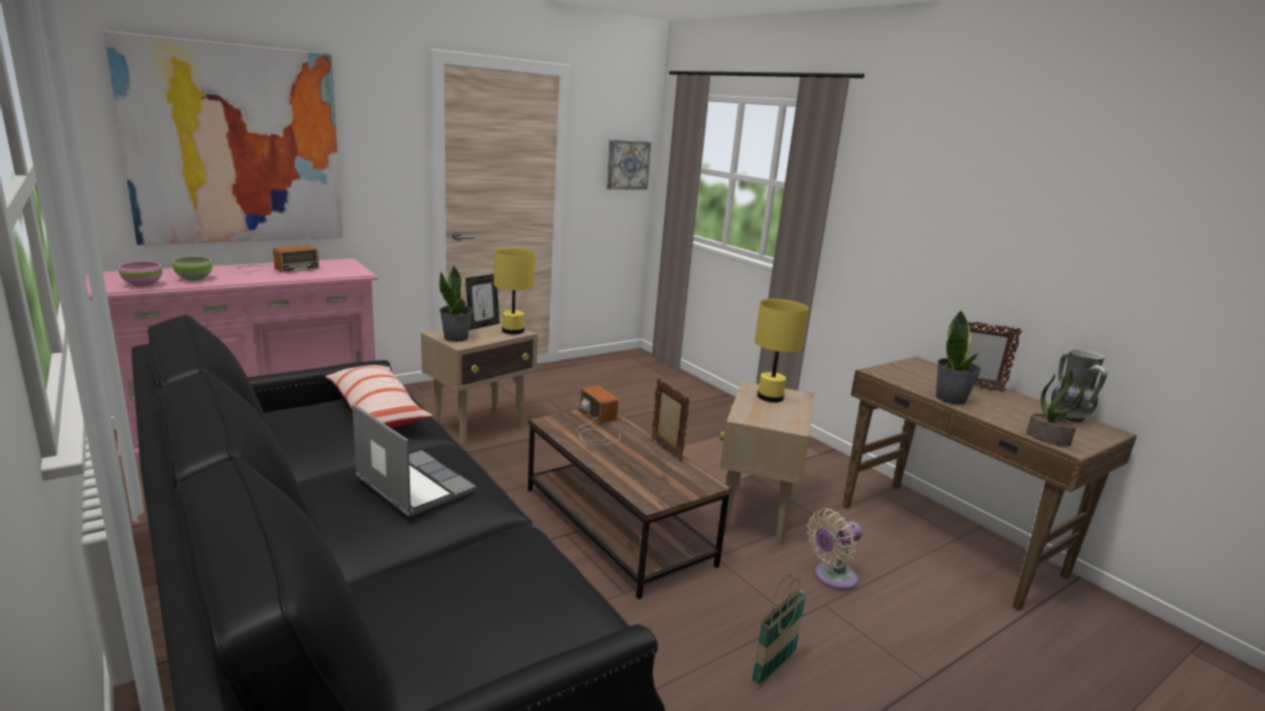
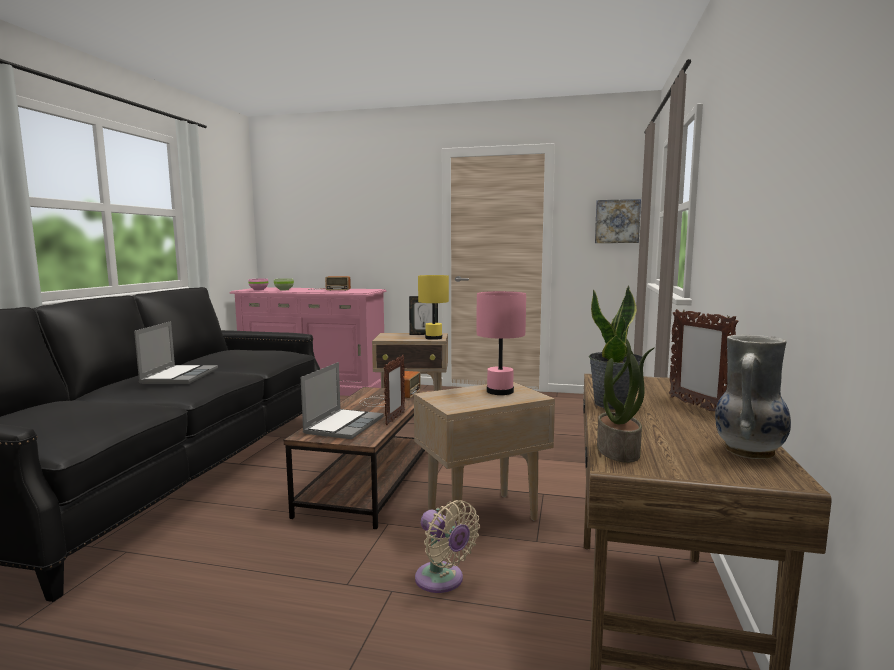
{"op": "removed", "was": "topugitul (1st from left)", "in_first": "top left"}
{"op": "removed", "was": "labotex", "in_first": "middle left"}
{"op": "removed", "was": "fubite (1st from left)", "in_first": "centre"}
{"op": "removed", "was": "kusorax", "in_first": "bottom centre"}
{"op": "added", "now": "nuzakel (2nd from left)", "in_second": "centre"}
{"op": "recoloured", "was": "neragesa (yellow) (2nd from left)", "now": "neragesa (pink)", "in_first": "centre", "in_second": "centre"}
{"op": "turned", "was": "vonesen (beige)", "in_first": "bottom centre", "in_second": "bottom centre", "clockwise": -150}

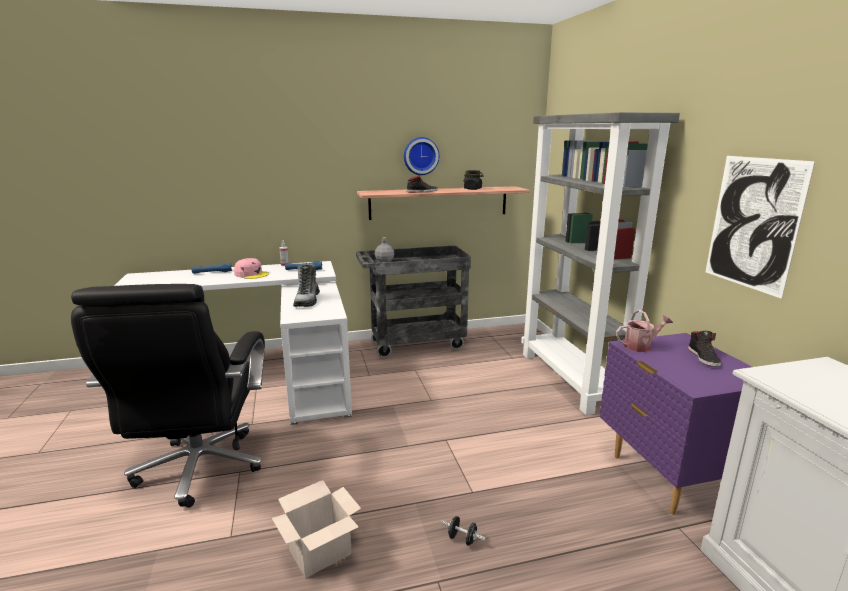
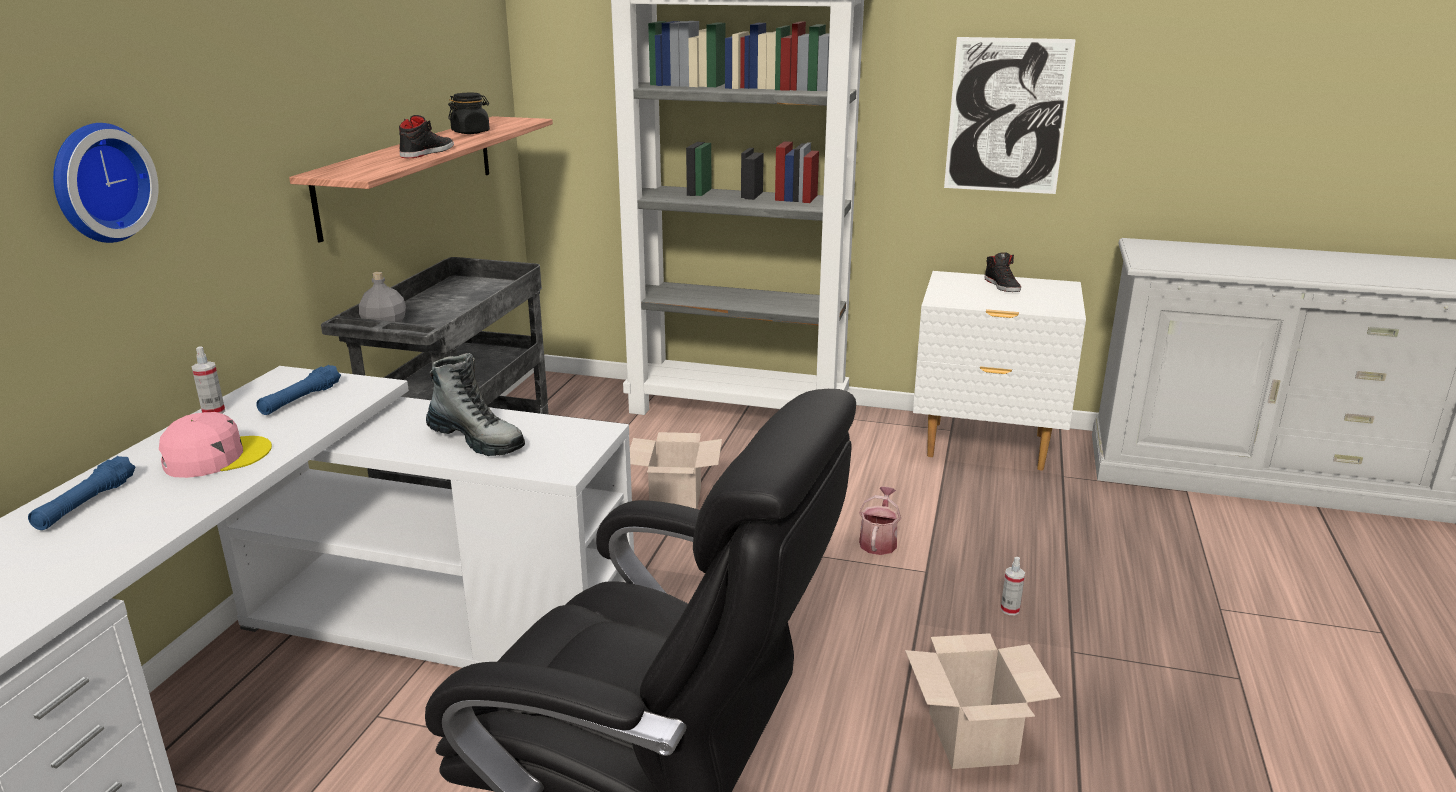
{"op": "added", "now": "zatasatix (1st from left)", "in_second": "centre"}
{"op": "moved", "was": "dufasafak", "in_first": "top centre", "in_second": "top left"}
{"op": "moved", "was": "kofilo", "in_first": "middle right", "in_second": "centre"}
{"op": "replaced", "was": "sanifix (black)", "now": "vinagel (2nd from left)", "in_first": "bottom centre", "in_second": "bottom right"}
{"op": "recoloured", "was": "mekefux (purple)", "now": "mekefux (white)", "in_first": "bottom right", "in_second": "middle right"}
{"op": "turned", "was": "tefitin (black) (2nd from left)", "in_first": "middle right", "in_second": "middle right", "clockwise": 45}

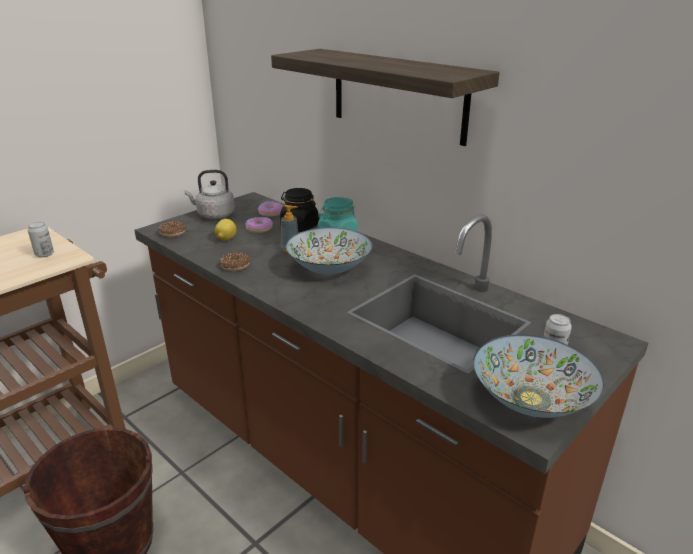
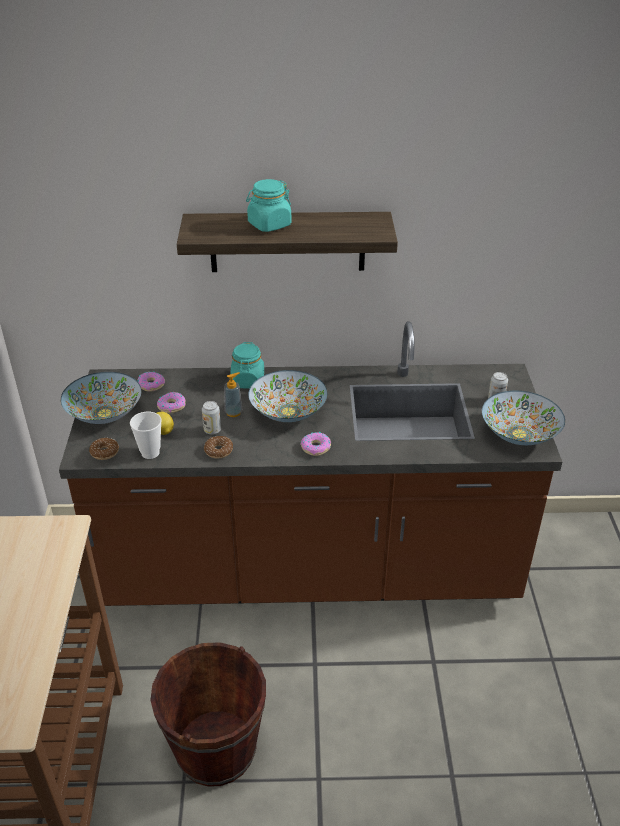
{"op": "removed", "was": "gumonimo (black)", "in_first": "centre"}
{"op": "added", "now": "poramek", "in_second": "middle left"}
{"op": "added", "now": "gumonimo (turquoise) (2nd from left)", "in_second": "top centre"}
{"op": "added", "now": "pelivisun (5th from left)", "in_second": "centre"}
{"op": "moved", "was": "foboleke (1st from left)", "in_first": "middle left", "in_second": "centre"}
{"op": "replaced", "was": "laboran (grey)", "now": "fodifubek (1st from left)", "in_first": "middle left", "in_second": "middle left"}

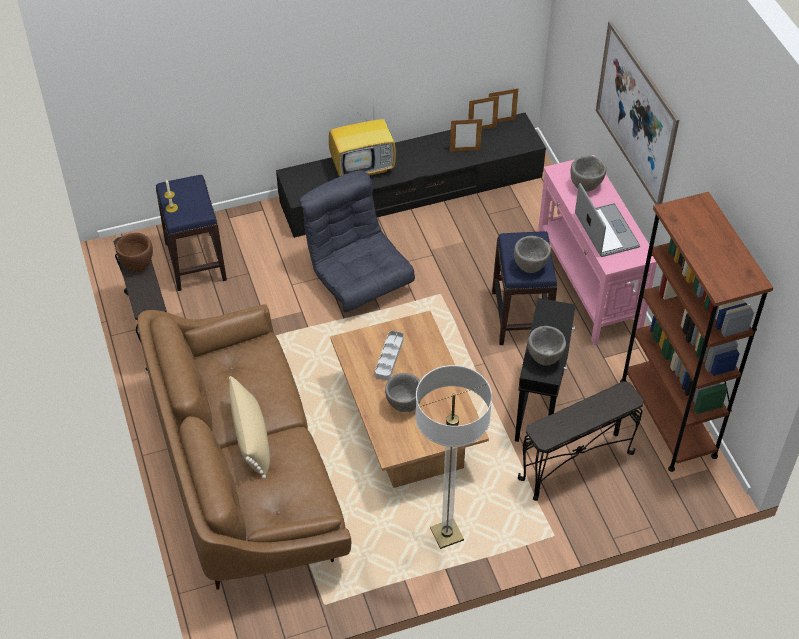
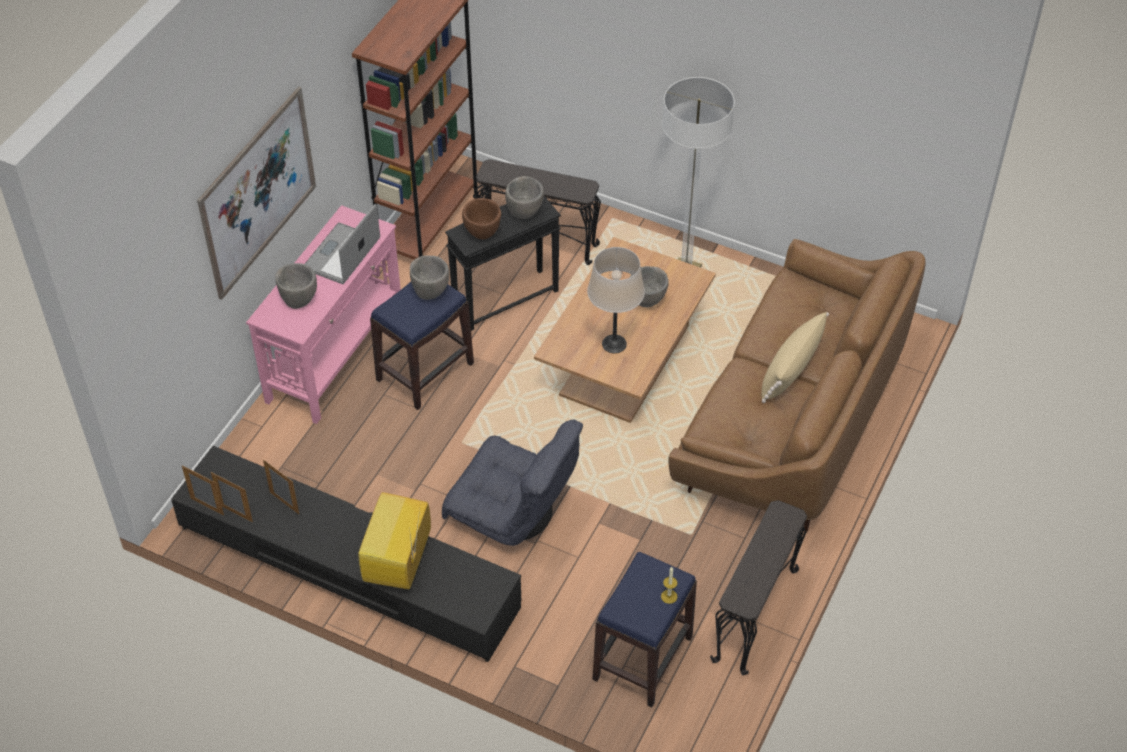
{"op": "moved", "was": "fodifubek (brown)", "in_first": "middle left", "in_second": "top centre"}
{"op": "replaced", "was": "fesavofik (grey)", "now": "neragesa (beige)", "in_first": "centre", "in_second": "centre"}
{"op": "turned", "was": "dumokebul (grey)", "in_first": "centre", "in_second": "centre", "clockwise": -75}
{"op": "turned", "was": "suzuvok", "in_first": "top centre", "in_second": "bottom centre", "clockwise": -105}

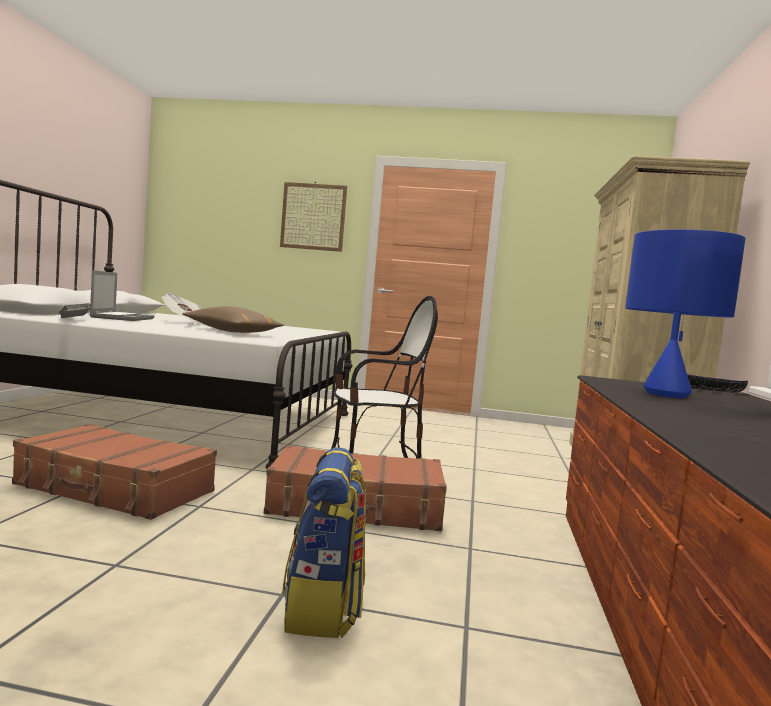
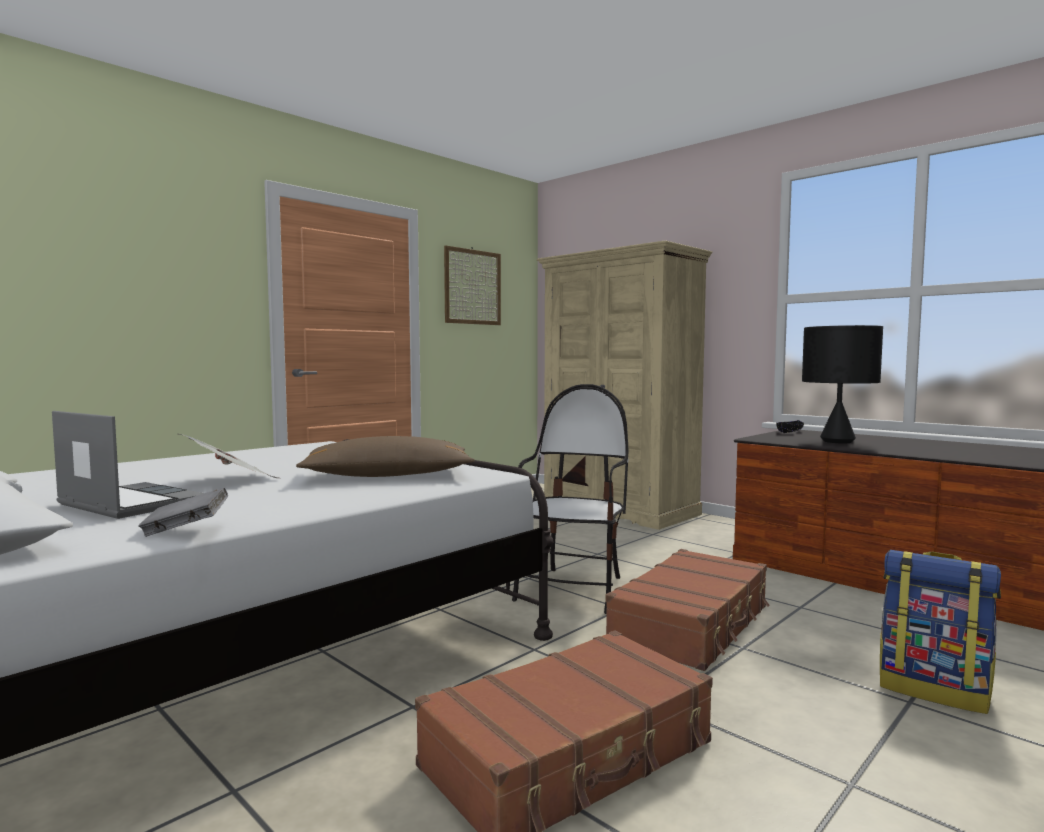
{"op": "moved", "was": "topugitul", "in_first": "top centre", "in_second": "centre"}
{"op": "recoloured", "was": "neragesa (blue)", "now": "neragesa (black)", "in_first": "middle right", "in_second": "middle right"}

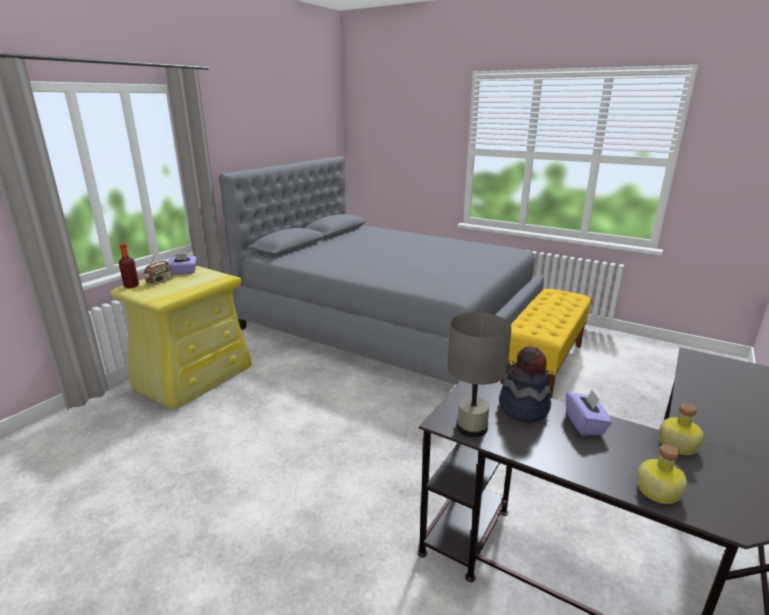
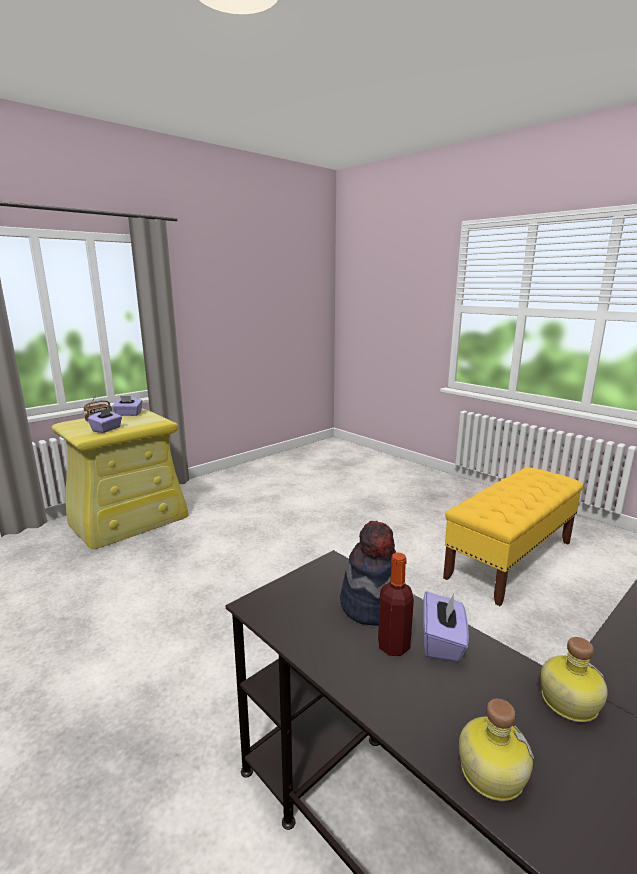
{"op": "removed", "was": "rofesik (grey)", "in_first": "centre"}
{"op": "removed", "was": "neragesa (grey)", "in_first": "centre"}
{"op": "added", "now": "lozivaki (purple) (1st from left)", "in_second": "middle left"}
{"op": "moved", "was": "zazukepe (1st from left)", "in_first": "middle left", "in_second": "bottom centre"}

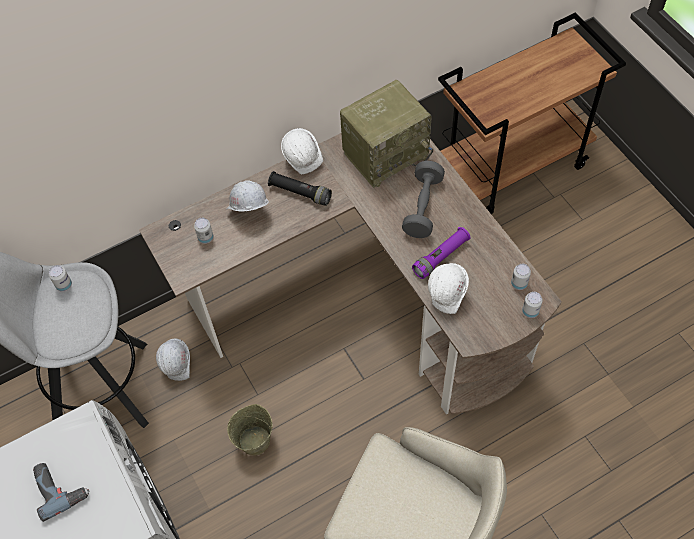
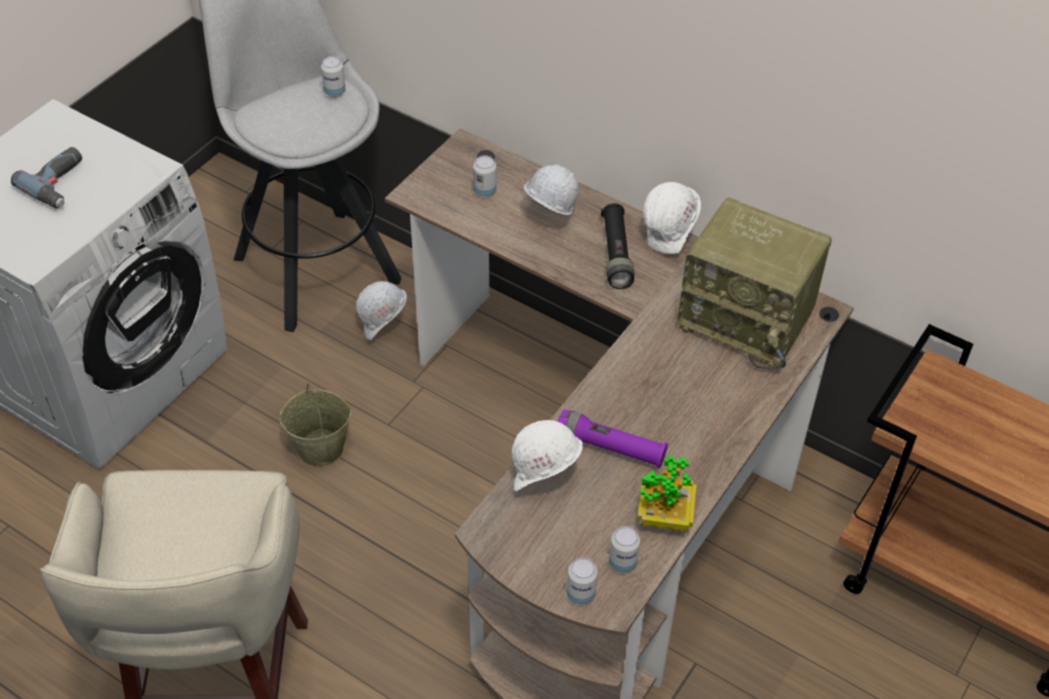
{"op": "removed", "was": "sanifix (grey)", "in_first": "centre"}
{"op": "added", "now": "fubite", "in_second": "bottom centre"}

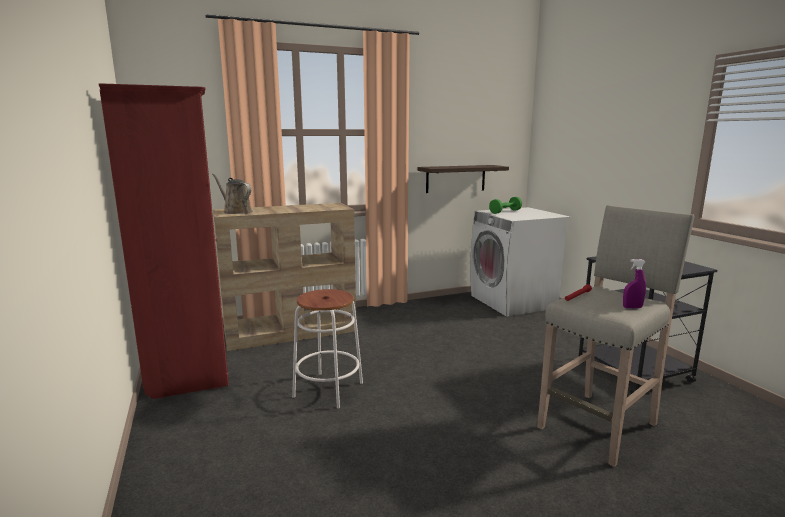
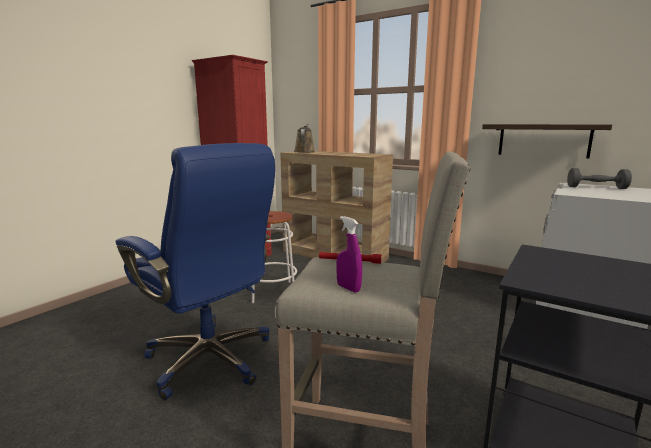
{"op": "added", "now": "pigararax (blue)", "in_second": "middle left"}
{"op": "recoloured", "was": "sanifix (green)", "now": "sanifix (grey)", "in_first": "centre", "in_second": "middle right"}

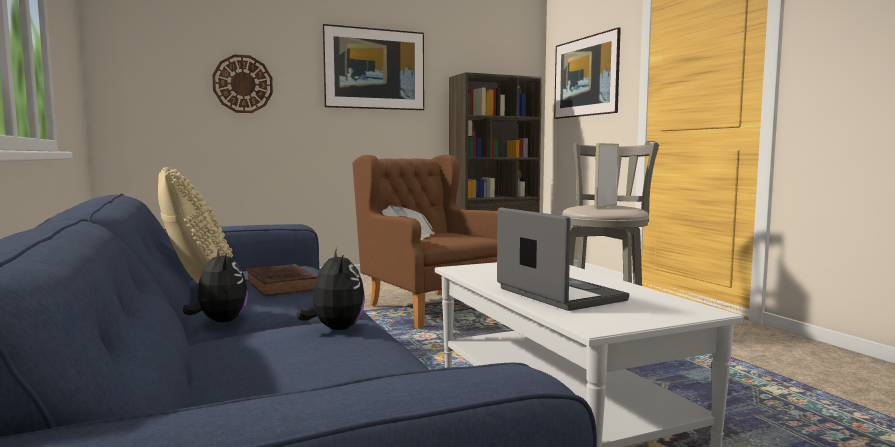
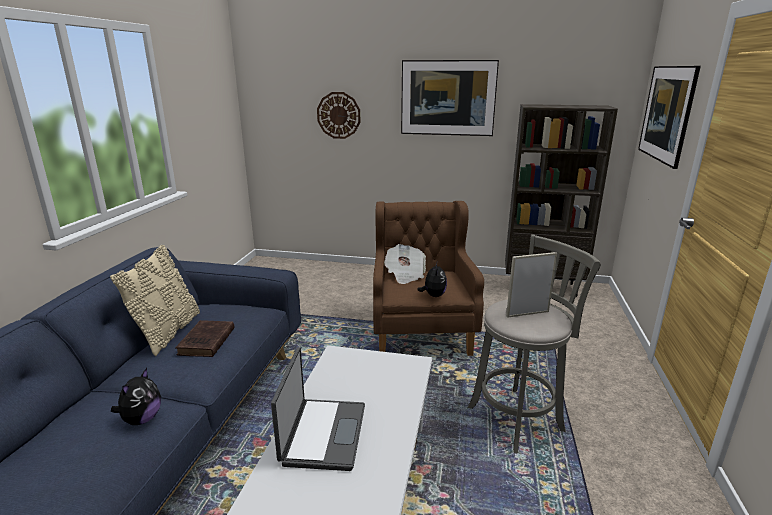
{"op": "moved", "was": "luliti (1st from left in the first image)", "now": "luliti (2nd from left)", "in_first": "middle left", "in_second": "centre"}

